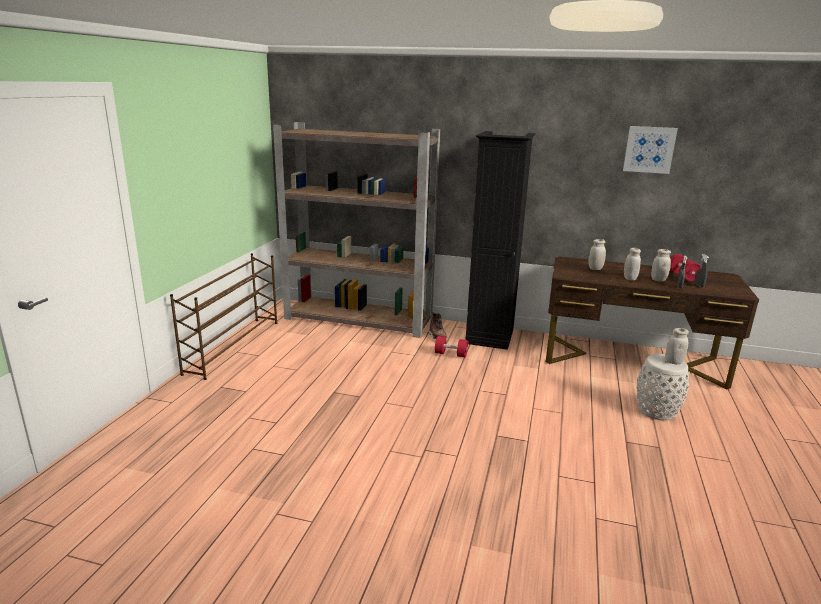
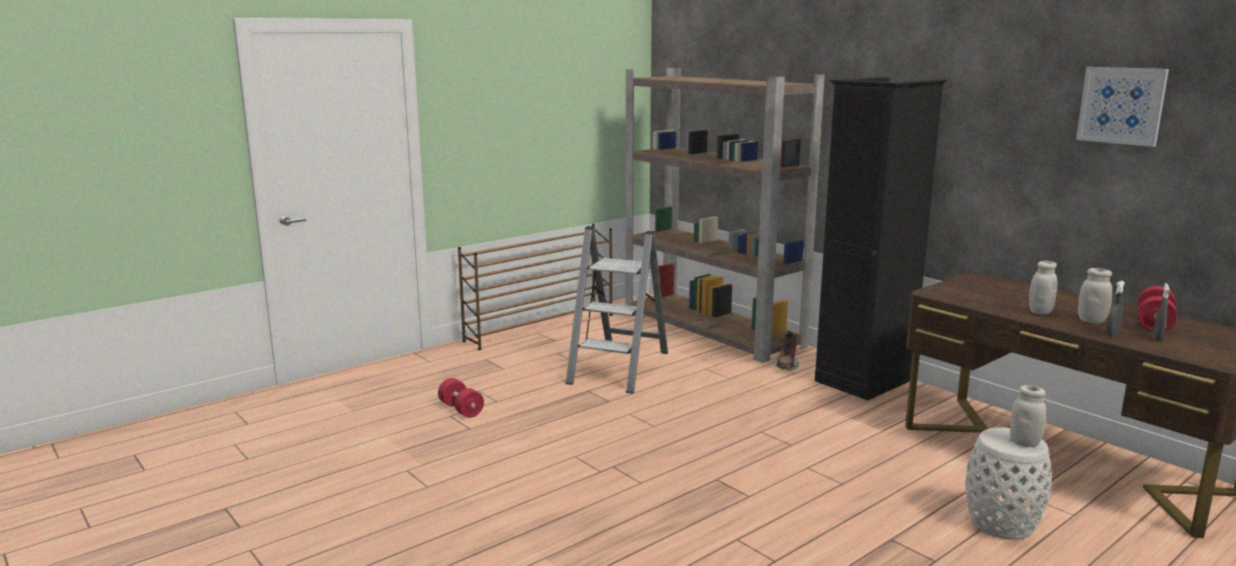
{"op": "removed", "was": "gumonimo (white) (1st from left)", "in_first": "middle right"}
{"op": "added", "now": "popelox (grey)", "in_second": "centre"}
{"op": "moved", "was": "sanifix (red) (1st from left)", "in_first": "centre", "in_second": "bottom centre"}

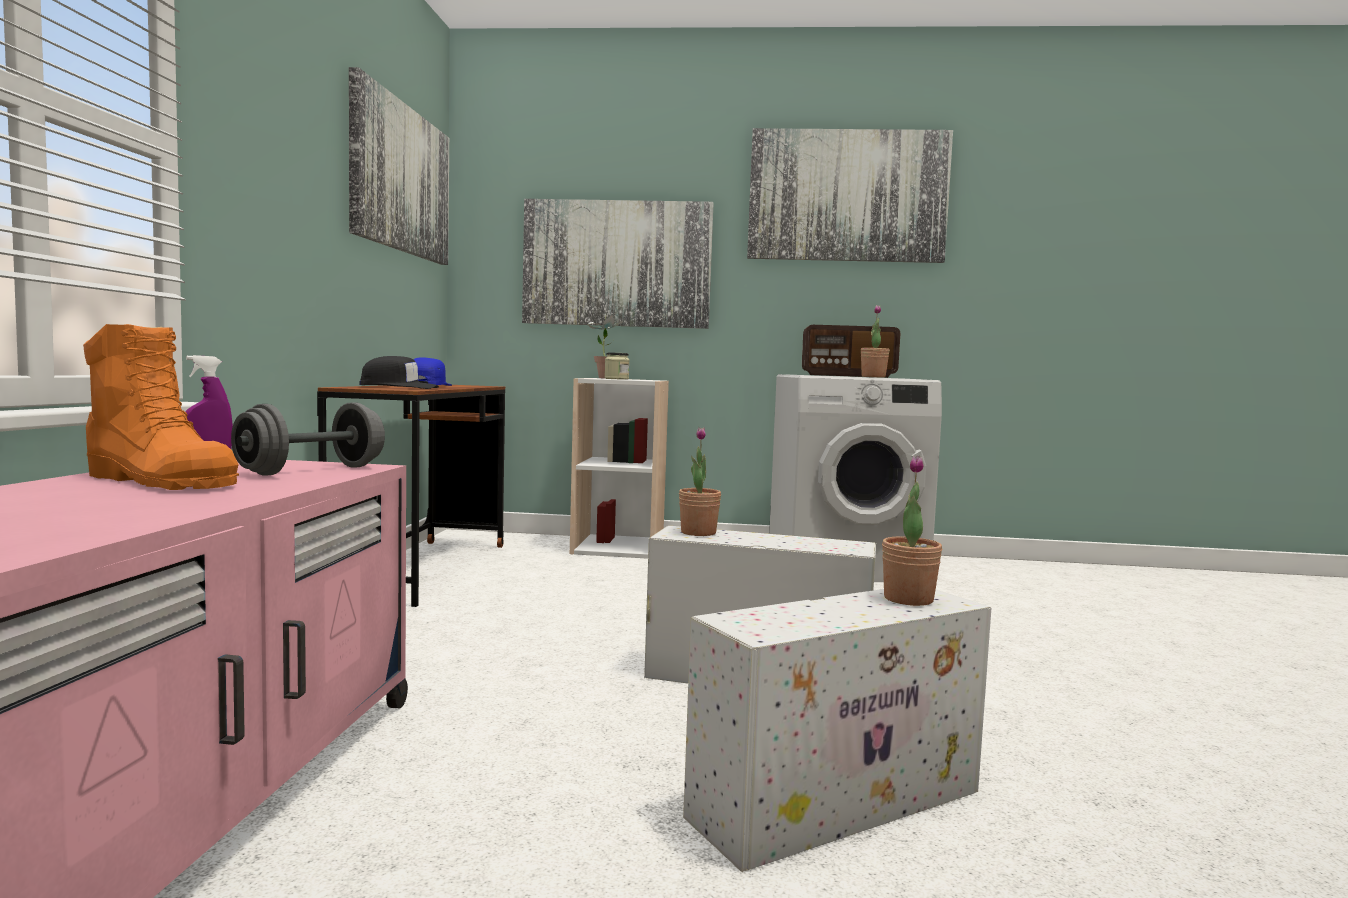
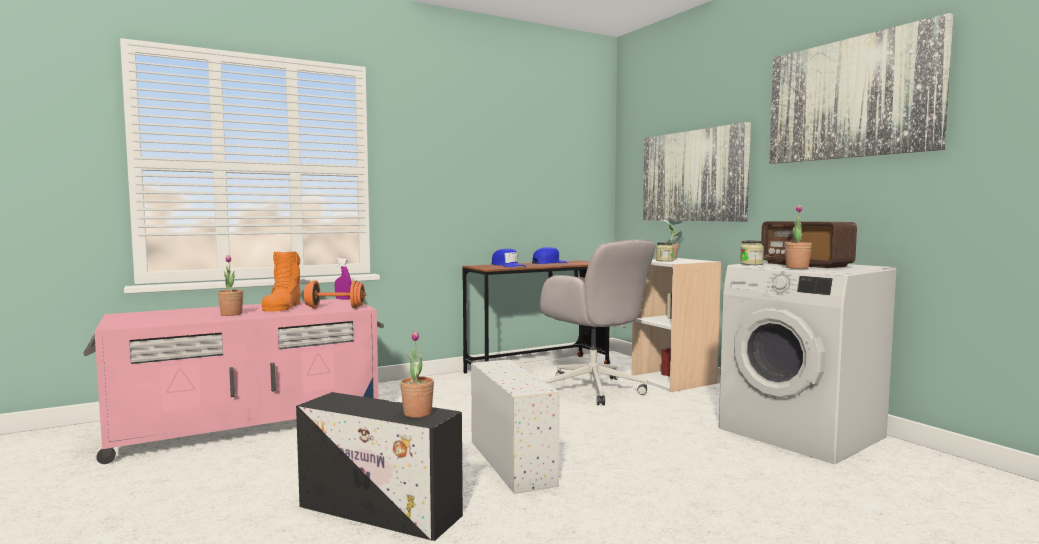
{"op": "removed", "was": "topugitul (1st from left)", "in_first": "top left"}
{"op": "added", "now": "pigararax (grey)", "in_second": "centre"}
{"op": "added", "now": "gumonimo (2nd from left)", "in_second": "middle right"}
{"op": "moved", "was": "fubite (2nd from left in the first image)", "now": "fubite (1st from left)", "in_first": "centre", "in_second": "middle left"}
{"op": "recoloured", "was": "sanifix (grey)", "now": "sanifix (orange)", "in_first": "middle left", "in_second": "middle left"}
{"op": "recoloured", "was": "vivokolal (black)", "now": "vivokolal (blue) (1st from left)", "in_first": "middle left", "in_second": "centre"}
{"op": "recoloured", "was": "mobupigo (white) (2nd from left)", "now": "mobupigo (black)", "in_first": "bottom centre", "in_second": "bottom centre"}

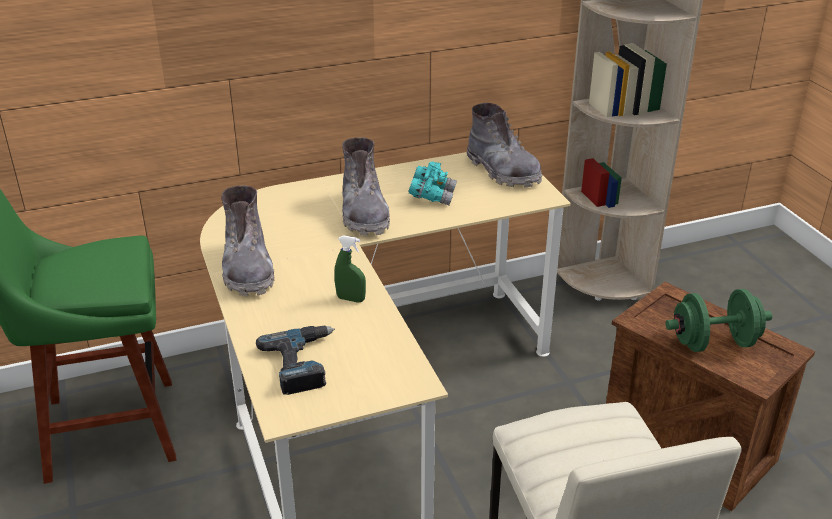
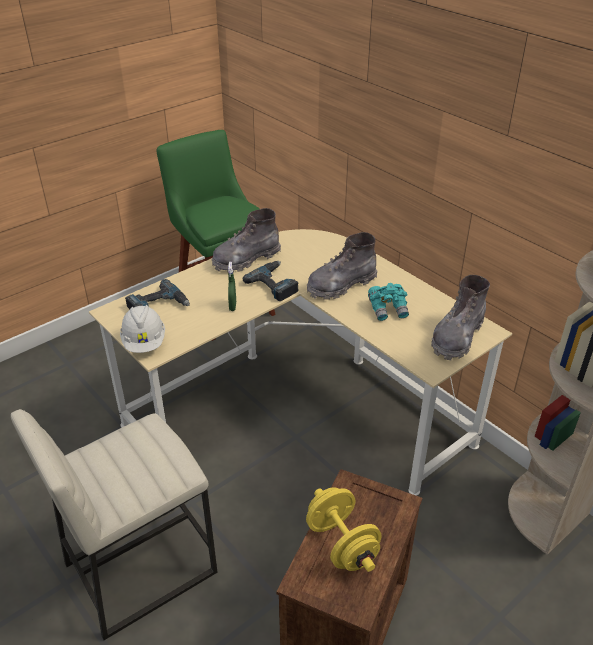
{"op": "added", "now": "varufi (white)", "in_second": "middle left"}
{"op": "added", "now": "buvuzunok (2nd from left)", "in_second": "centre"}
{"op": "recoloured", "was": "sanifix (green)", "now": "sanifix (yellow)", "in_first": "middle right", "in_second": "bottom centre"}

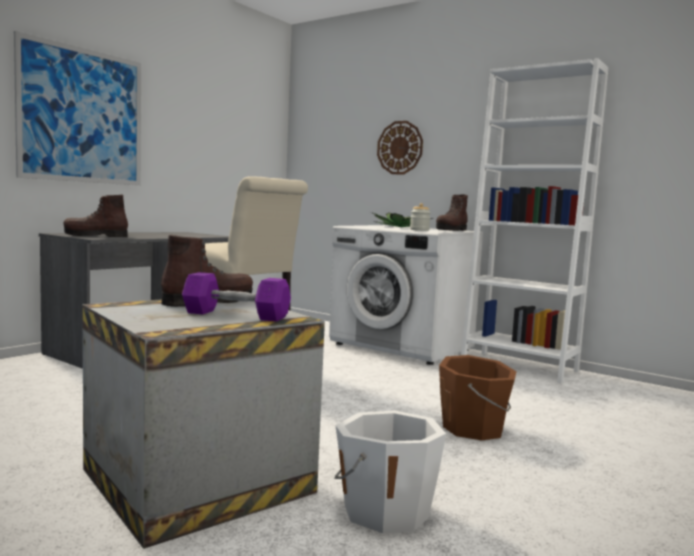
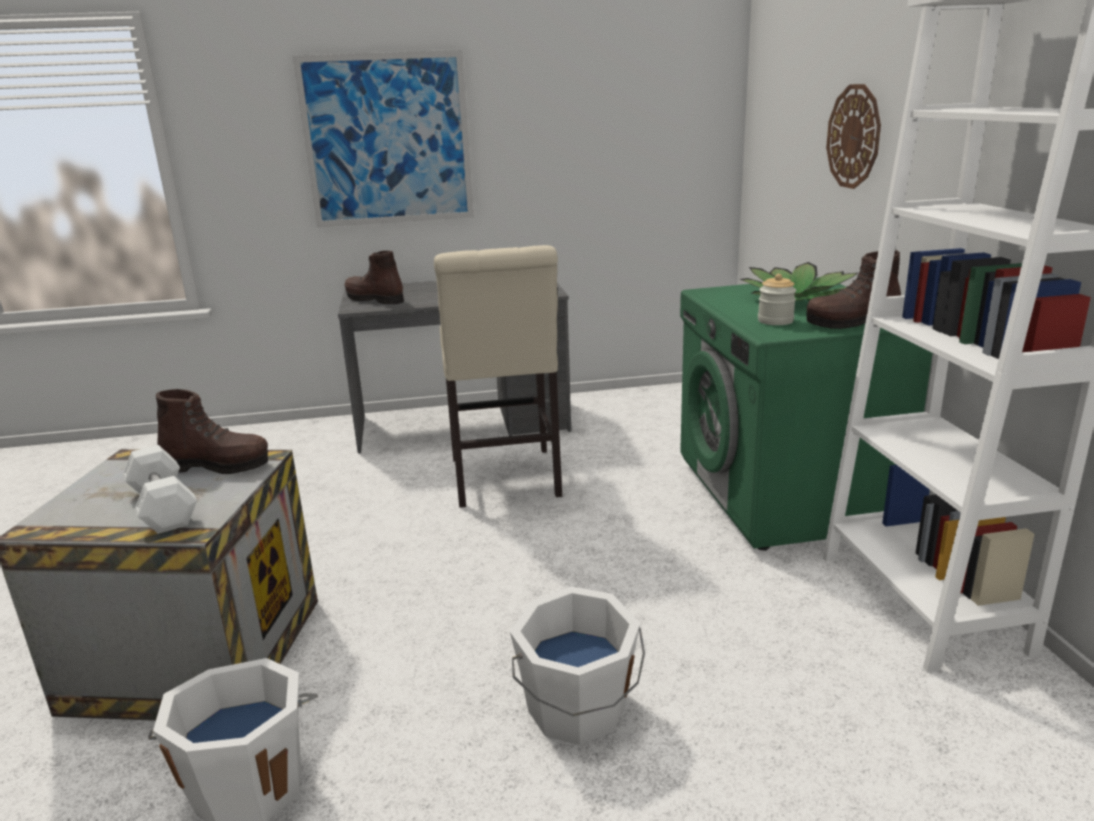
{"op": "recoloured", "was": "sanifix (purple)", "now": "sanifix (white)", "in_first": "centre", "in_second": "middle left"}
{"op": "recoloured", "was": "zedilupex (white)", "now": "zedilupex (green)", "in_first": "centre", "in_second": "middle right"}
{"op": "recoloured", "was": "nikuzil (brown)", "now": "nikuzil (white) (2nd from left)", "in_first": "bottom right", "in_second": "bottom centre"}

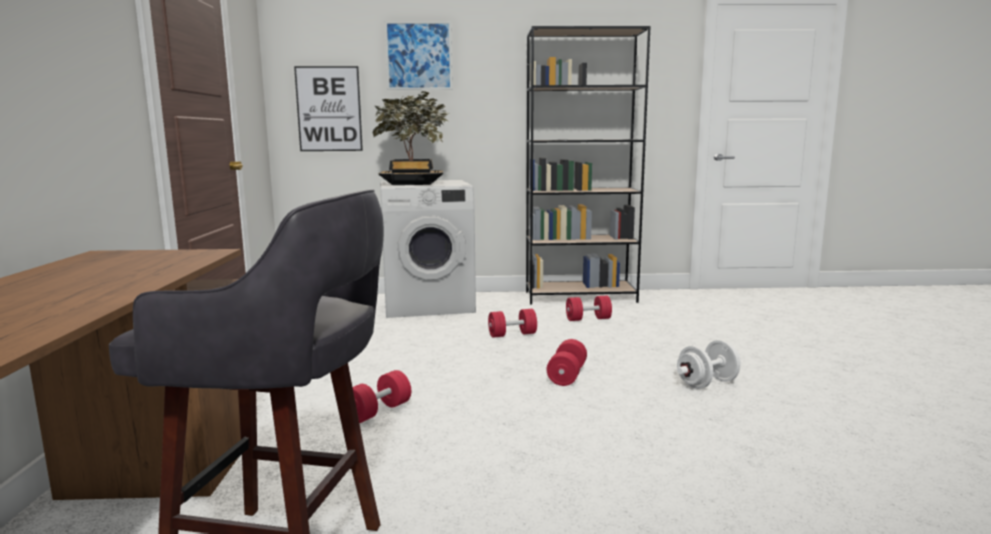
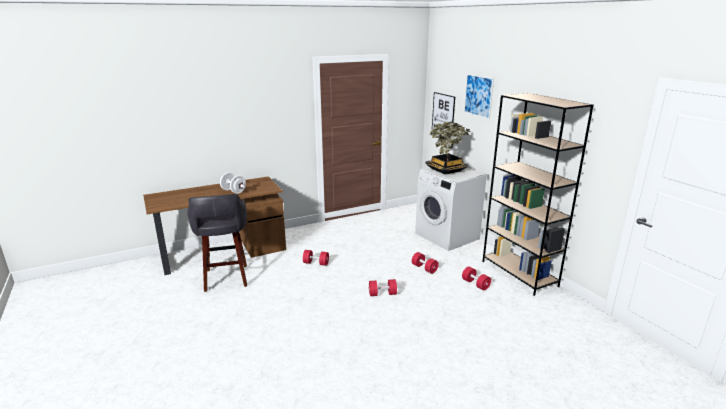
{"op": "moved", "was": "sanifix (white)", "in_first": "bottom right", "in_second": "middle left"}

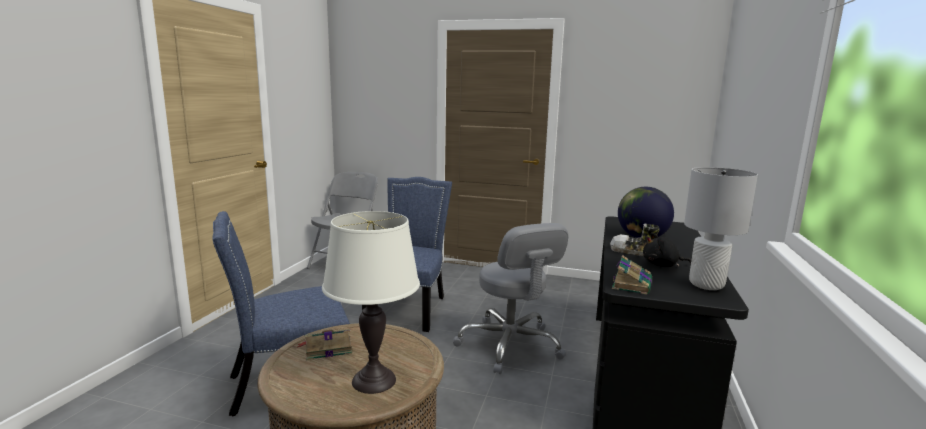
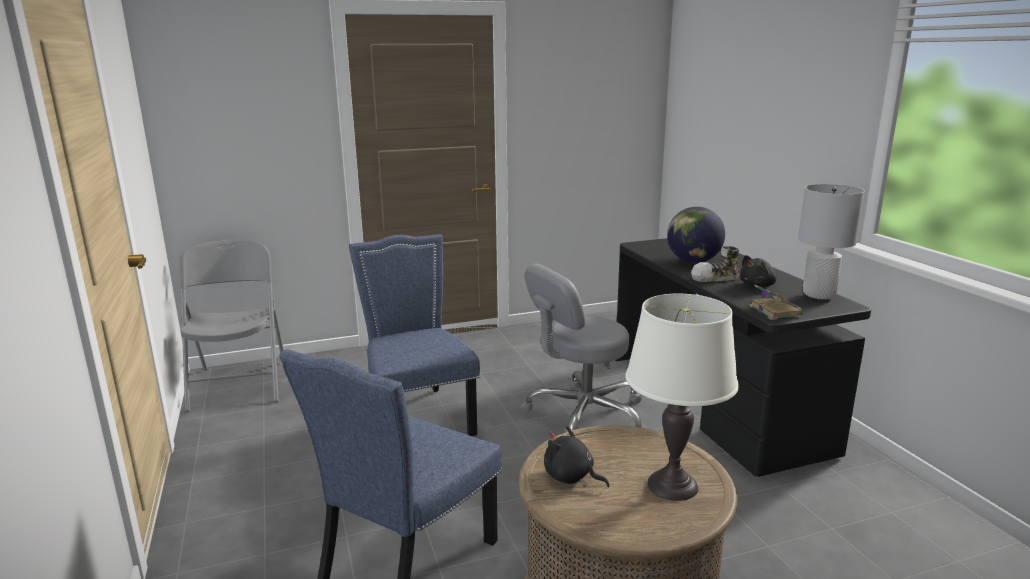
{"op": "replaced", "was": "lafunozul (1st from left)", "now": "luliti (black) (1st from left)", "in_first": "bottom centre", "in_second": "bottom centre"}
{"op": "turned", "was": "pigararax (grey)", "in_first": "bottom centre", "in_second": "centre", "clockwise": 120}

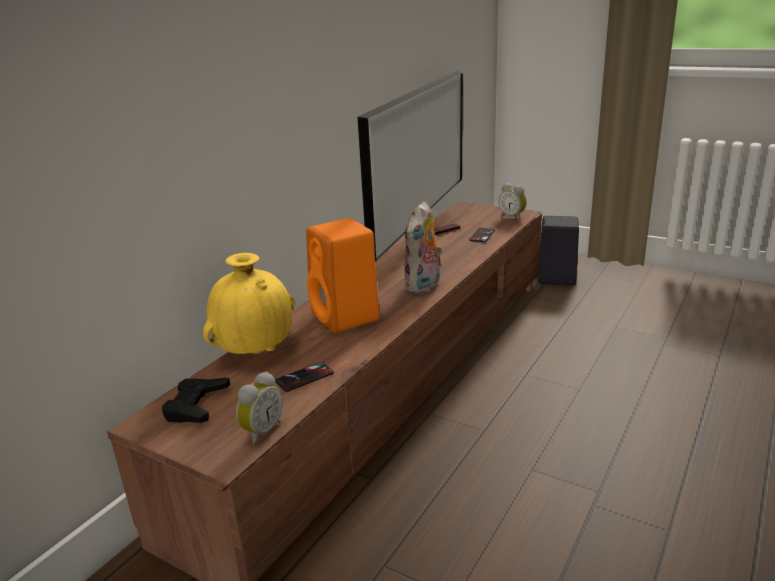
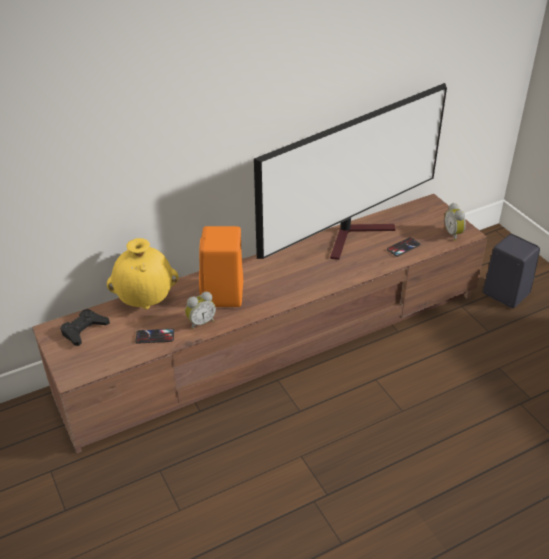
{"op": "removed", "was": "luliti", "in_first": "centre"}
{"op": "moved", "was": "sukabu (1st from left)", "in_first": "bottom centre", "in_second": "centre"}

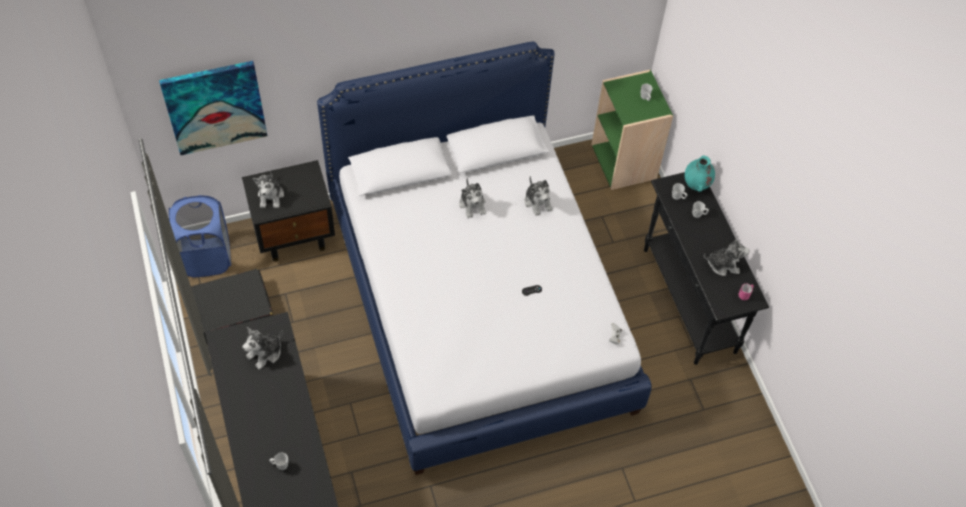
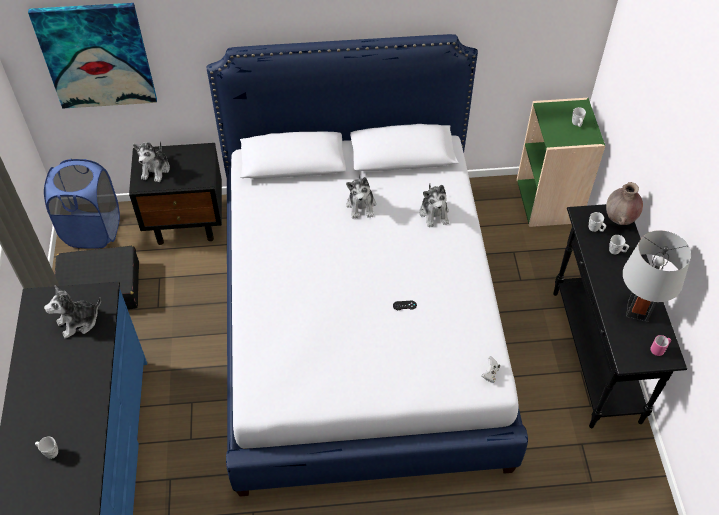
{"op": "replaced", "was": "luliti (5th from left)", "now": "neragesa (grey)", "in_first": "middle right", "in_second": "middle right"}
{"op": "recoloured", "was": "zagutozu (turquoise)", "now": "zagutozu (brown)", "in_first": "middle right", "in_second": "middle right"}

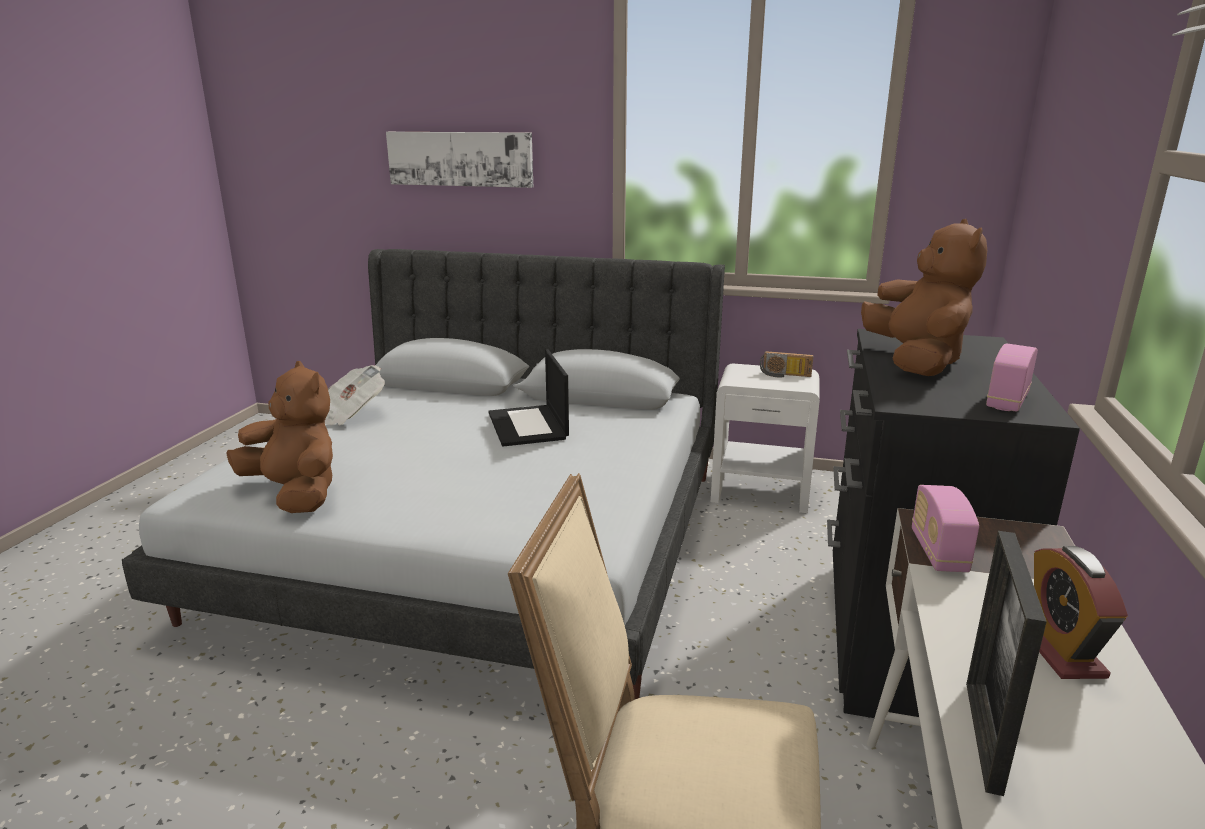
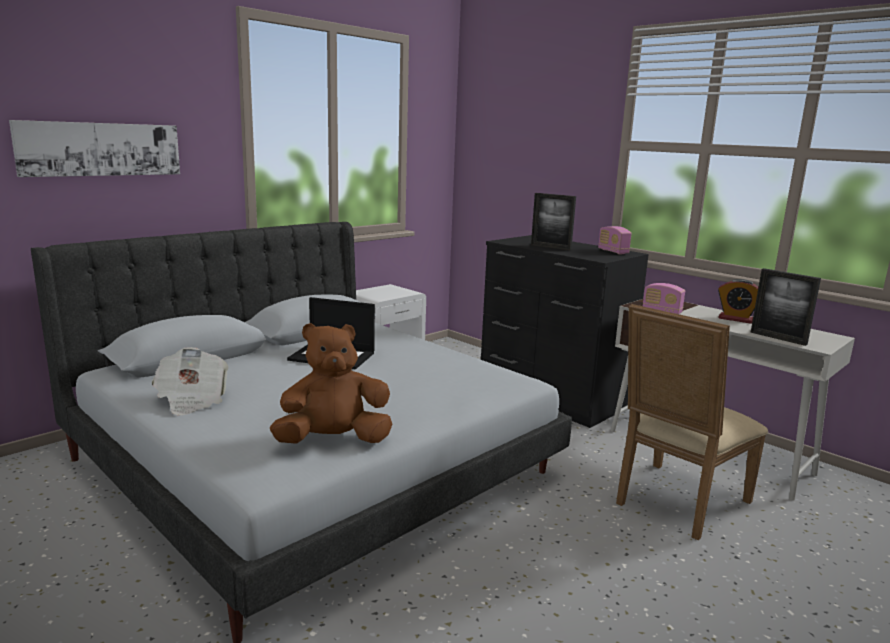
{"op": "removed", "was": "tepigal (1st from left)", "in_first": "centre"}
{"op": "replaced", "was": "luliti (brown) (2nd from left)", "now": "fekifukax (1st from left)", "in_first": "middle right", "in_second": "centre"}

